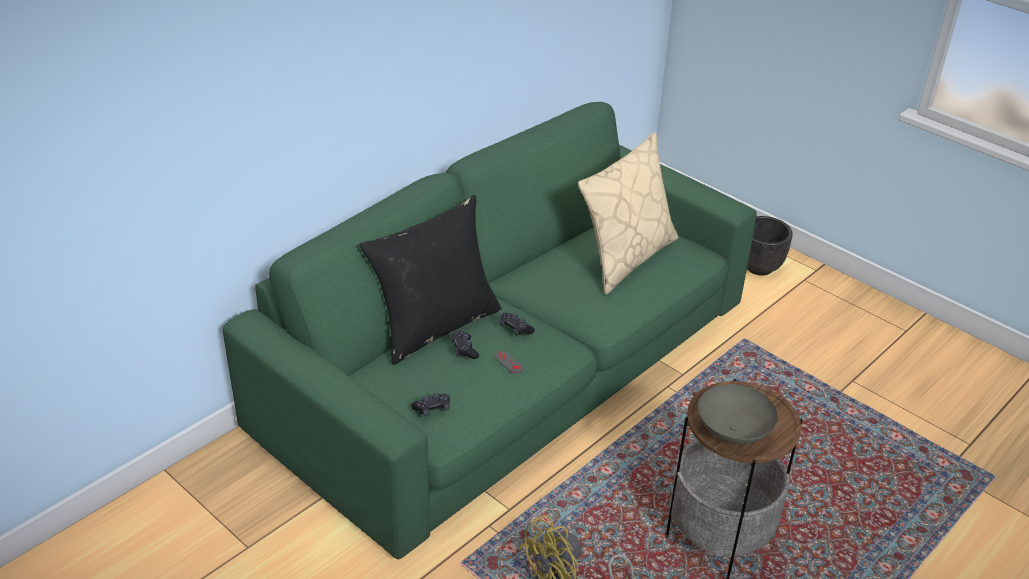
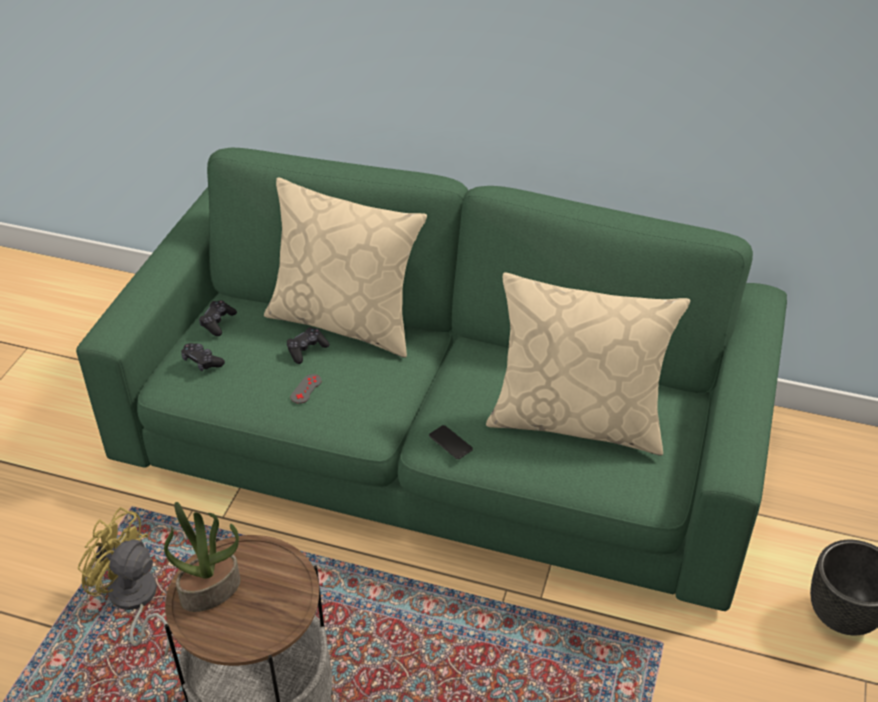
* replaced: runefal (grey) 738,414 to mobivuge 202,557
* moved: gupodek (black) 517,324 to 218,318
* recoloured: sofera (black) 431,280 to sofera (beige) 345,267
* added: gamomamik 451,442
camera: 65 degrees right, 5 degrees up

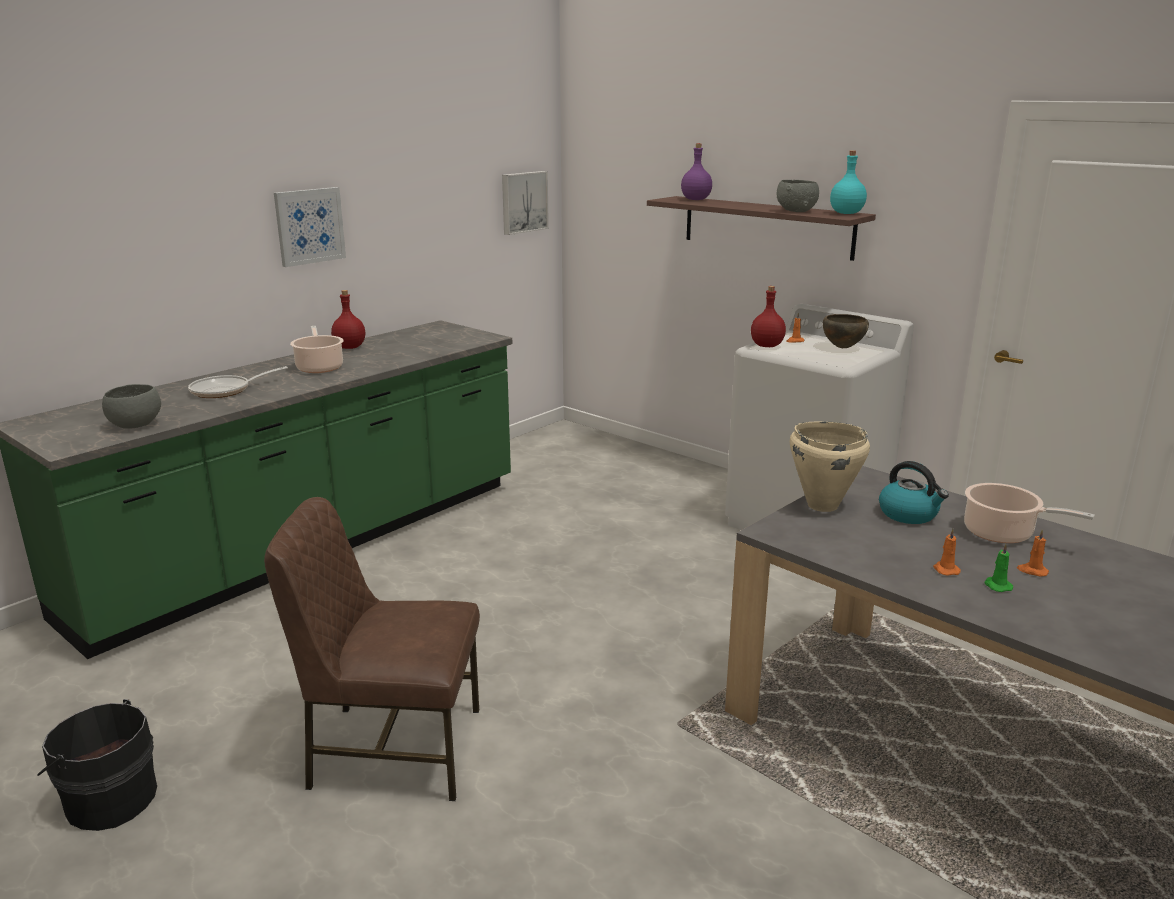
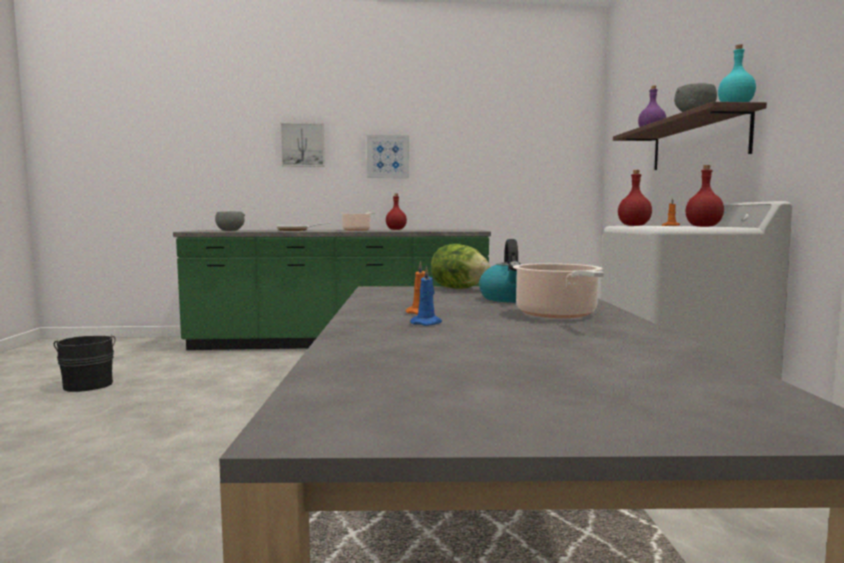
* moved: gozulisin 525,203 to 302,145
* recoloured: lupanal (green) 998,568 to lupanal (blue) 426,296
* replaced: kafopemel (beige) 830,467 to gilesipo 460,266
* replaced: runefal (brown) 846,331 to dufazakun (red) 704,196
* removed: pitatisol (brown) 372,649
* removed: lupanal (orange) 1033,553
camera: 45 degrees right, 15 degrees down

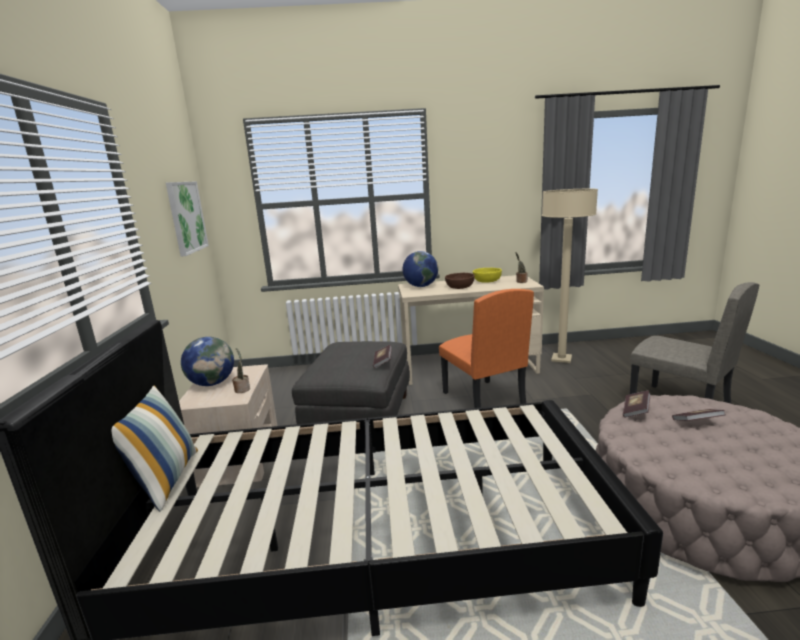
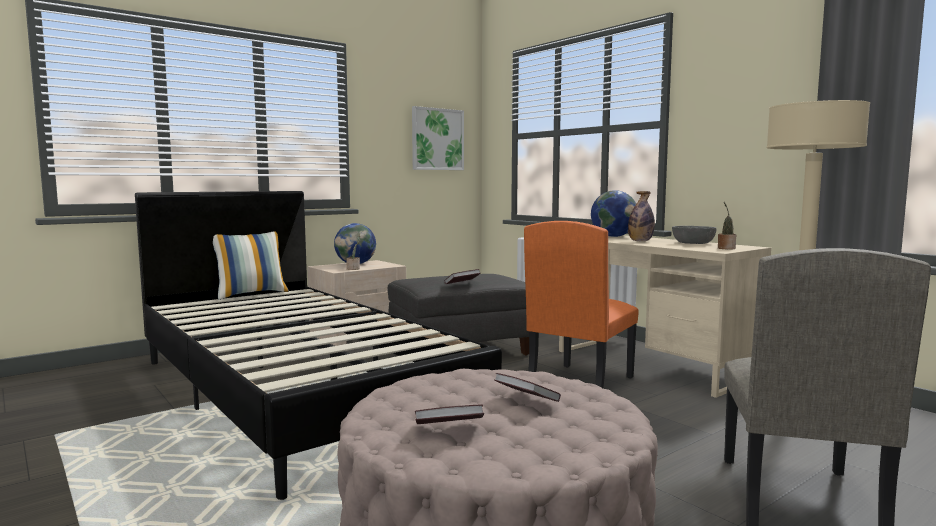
* moved: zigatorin 637,404 to 449,414
* replaced: runefal (brown) 460,281 to dufazakun 641,216
* recoloured: runefal (yellow) 487,275 to runefal (grey) 694,235
camera: 55 degrees right, 10 degrees down

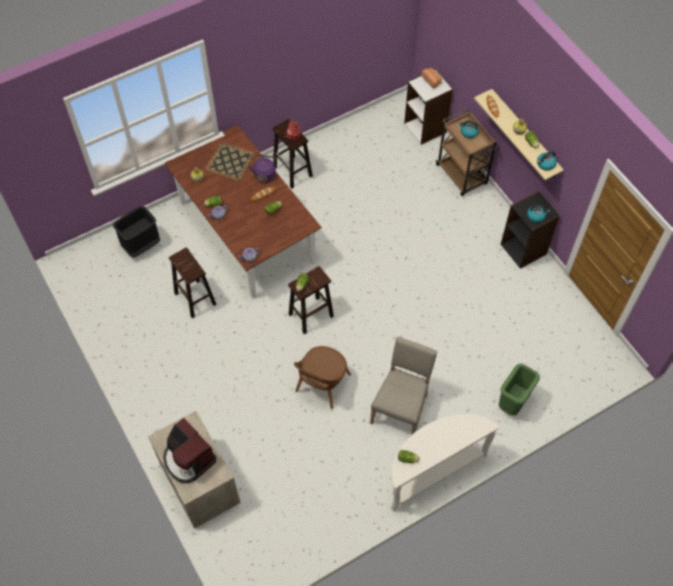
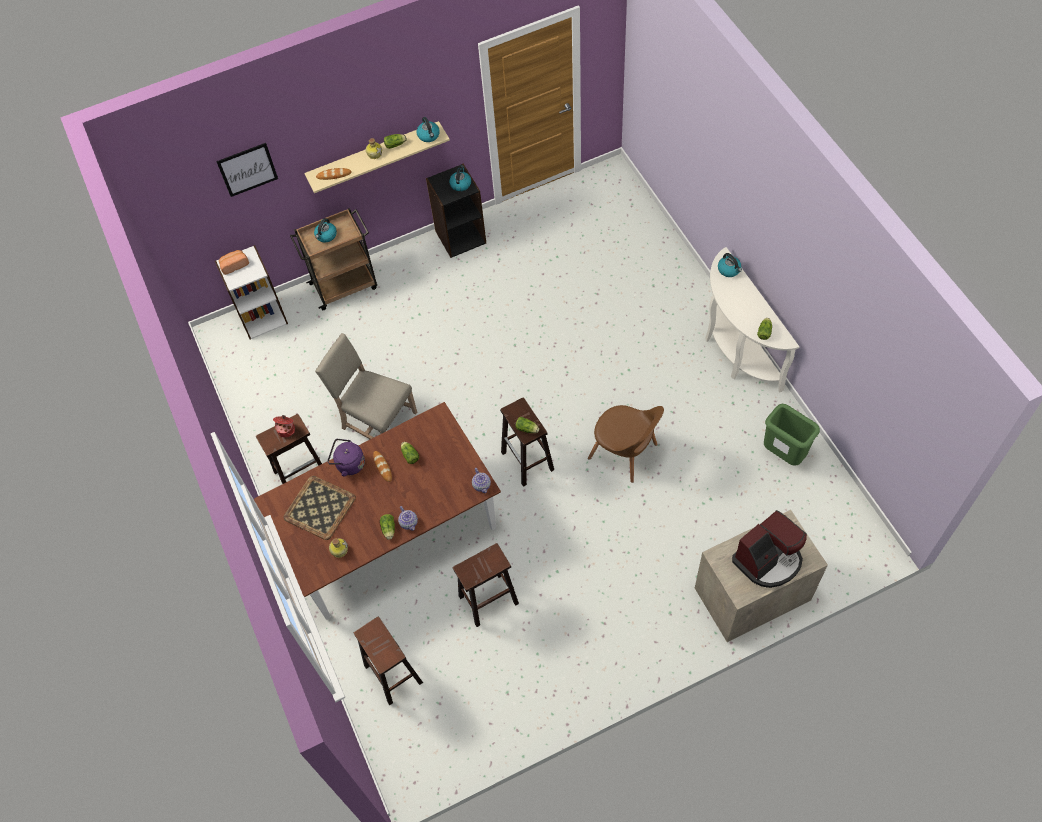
* added: gozulisin 247,170
* moved: pitatisol (beige) 403,386 to 366,386
* replaced: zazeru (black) 136,232 to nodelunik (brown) 388,660
* added: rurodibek 730,265
* moved: zazeru (green) 519,389 to 792,435
camera: 80 degrees left, 0 degrees up

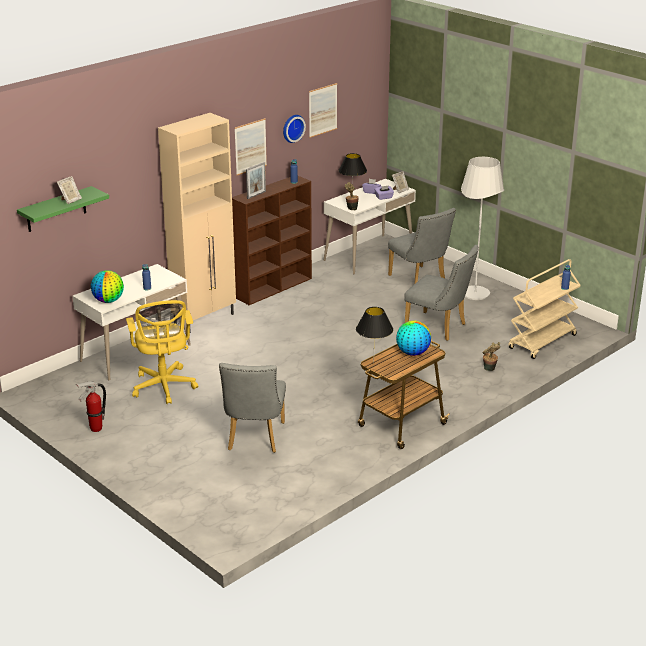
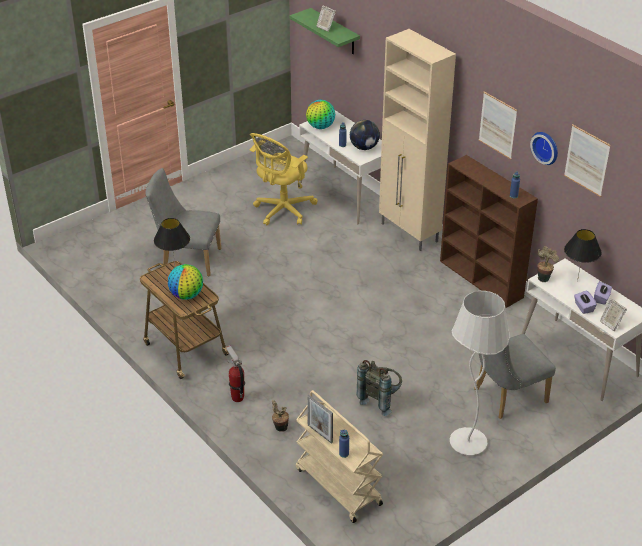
* moved: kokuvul 91,406 to 235,373
* turned: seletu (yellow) 162,352 = 284,179 45 degrees counterclockwise
* moved: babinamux 256,180 to 320,419
* added: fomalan 365,135
* replaced: pitatisol (grey) 441,293 to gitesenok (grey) 379,388
camera: 95 degrees right, 10 degrees up

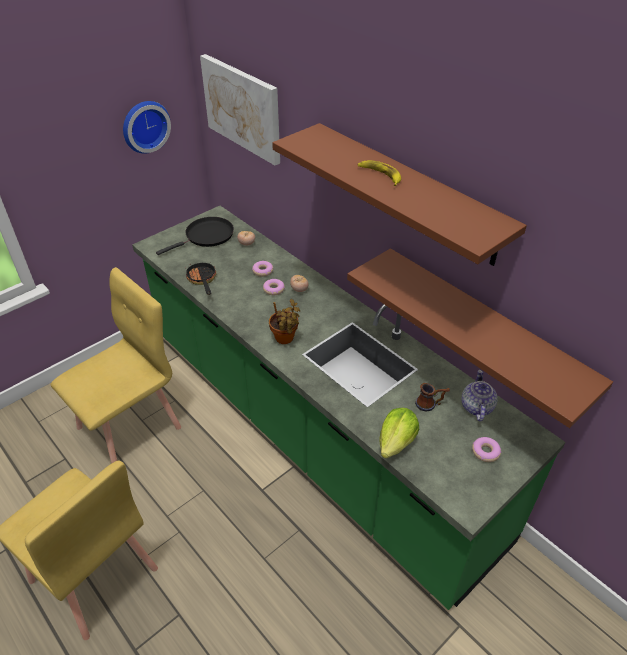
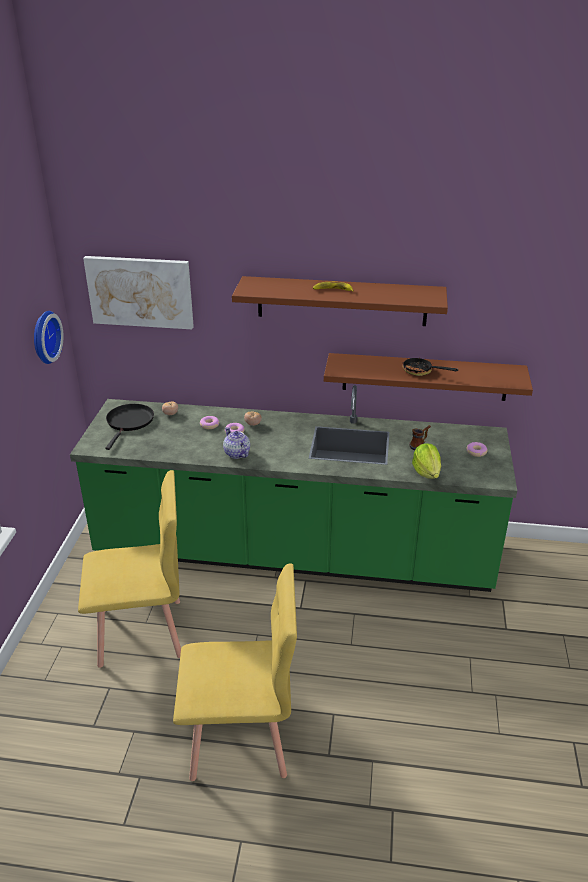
* turned: pitatisol (yellow) 116,365 = 129,569 75 degrees clockwise
* moved: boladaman 479,395 to 236,443
* moved: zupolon 201,279 to 430,366
* removed: mobivuge 284,321
camera: 40 degrees left, 10 degrees down

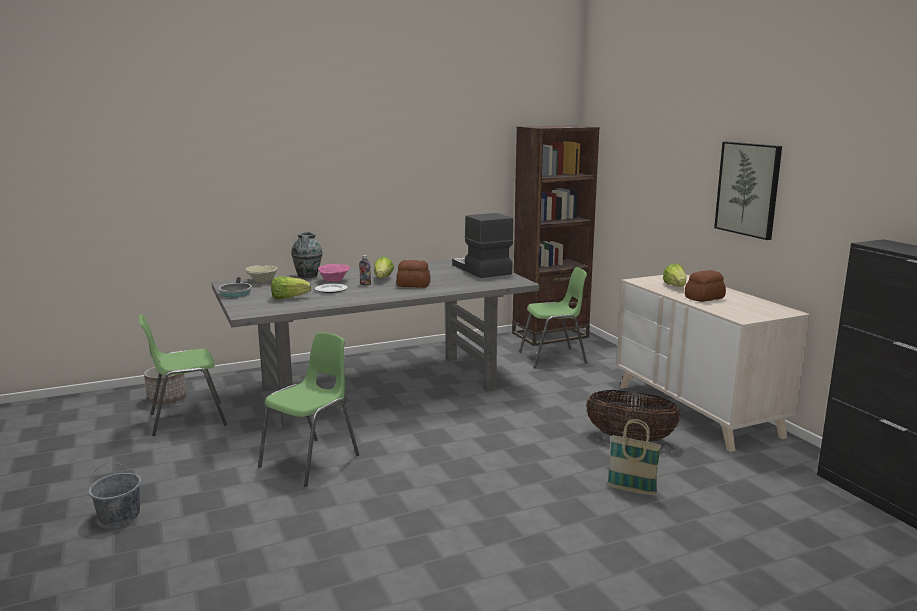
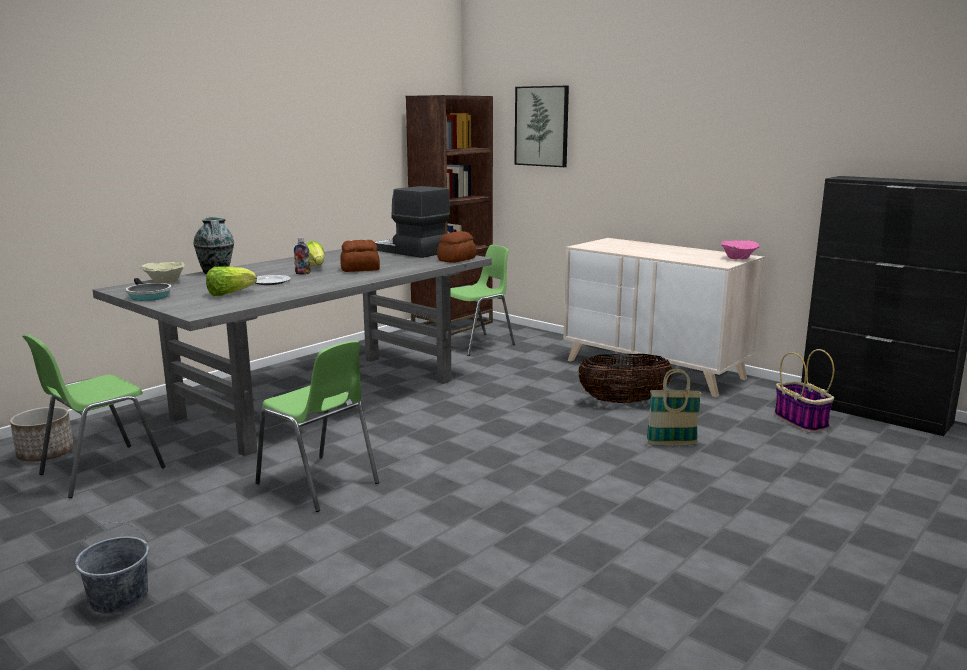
* turned: pitatisol (green) 309,409 = 317,426 120 degrees clockwise
* moved: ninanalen 705,286 to 456,247
* moved: gozulisin 748,191 to 541,126
* moved: runefal (pink) 334,273 to 740,250
* added: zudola 804,391
* removed: gilesipo 675,275
camera: 25 degrees left, 0 degrees up

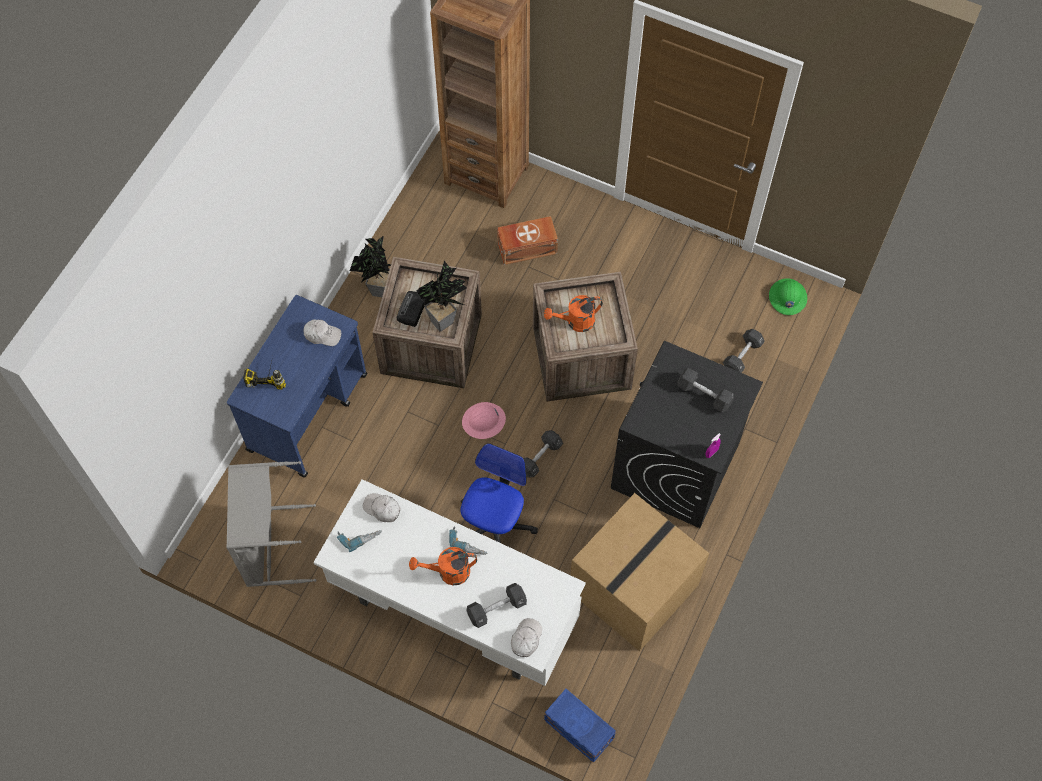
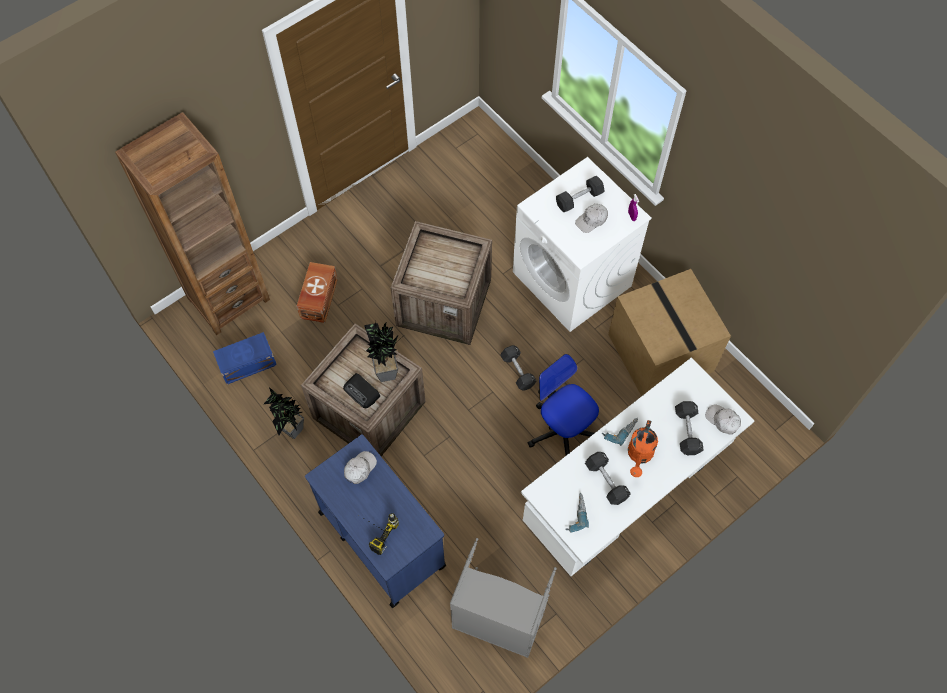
* moved: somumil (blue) 580,726 to 245,358
* recoloured: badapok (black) 687,434 to badapok (white) 582,244
* moved: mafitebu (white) 381,507 to 591,218
* moved: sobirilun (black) 744,351 to 608,478
* removed: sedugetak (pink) 484,420
* removed: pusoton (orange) 573,313
* removed: sedugetak (green) 788,296
camera: 65 degrees left, 0 degrees up

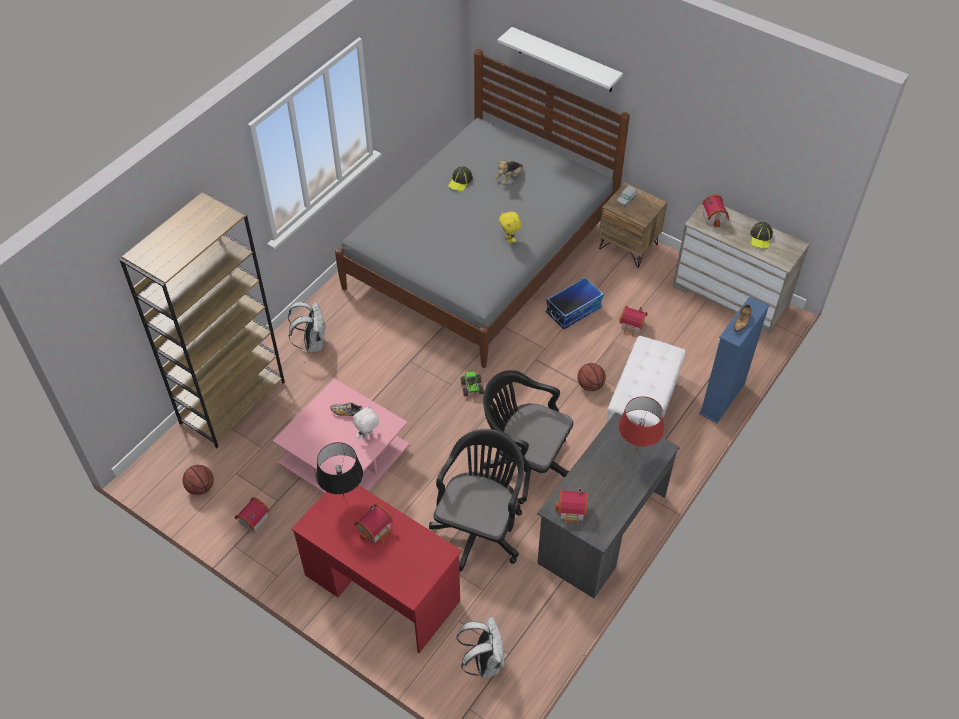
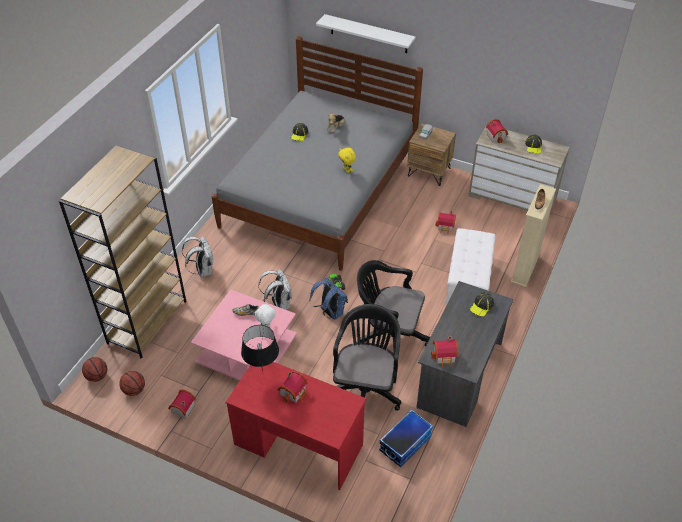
* moved: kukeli 591,377 to 94,369
* moved: gitesenok (white) 480,647 to 275,289
* added: gitesenok (blue) 329,299
* moved: somumil 575,303 to 406,438
* replaced: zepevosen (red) 641,423 to mafitebu 482,304
* recoloured: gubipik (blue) 734,359 to gubipik (beige) 533,235
camera: 10 degrees left, 5 degrees down

